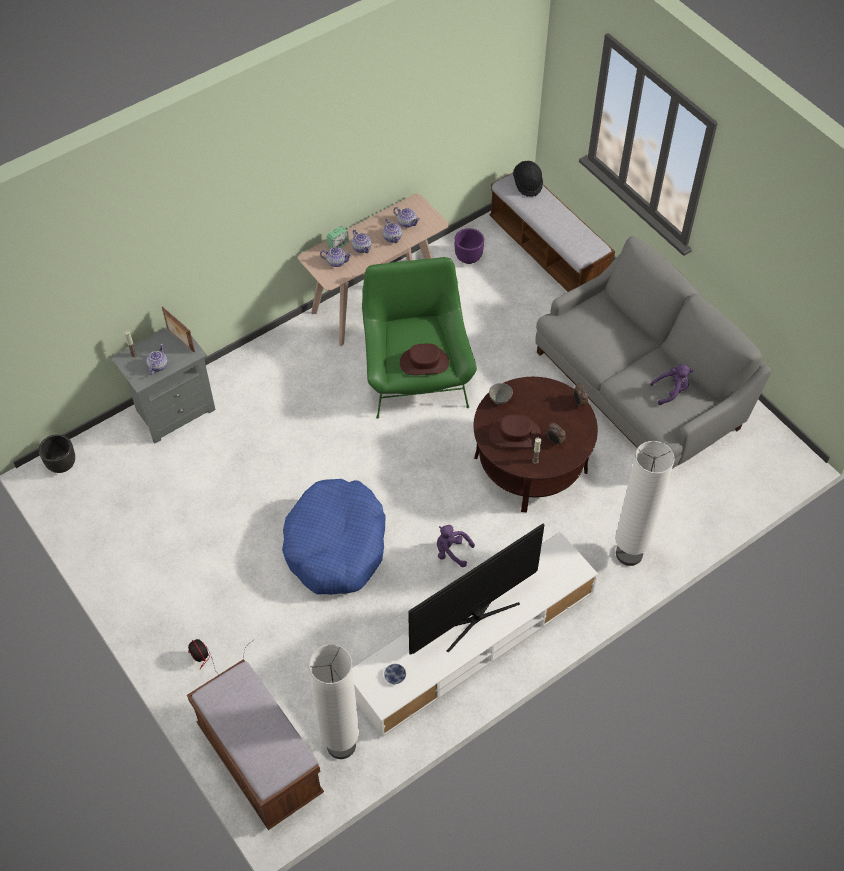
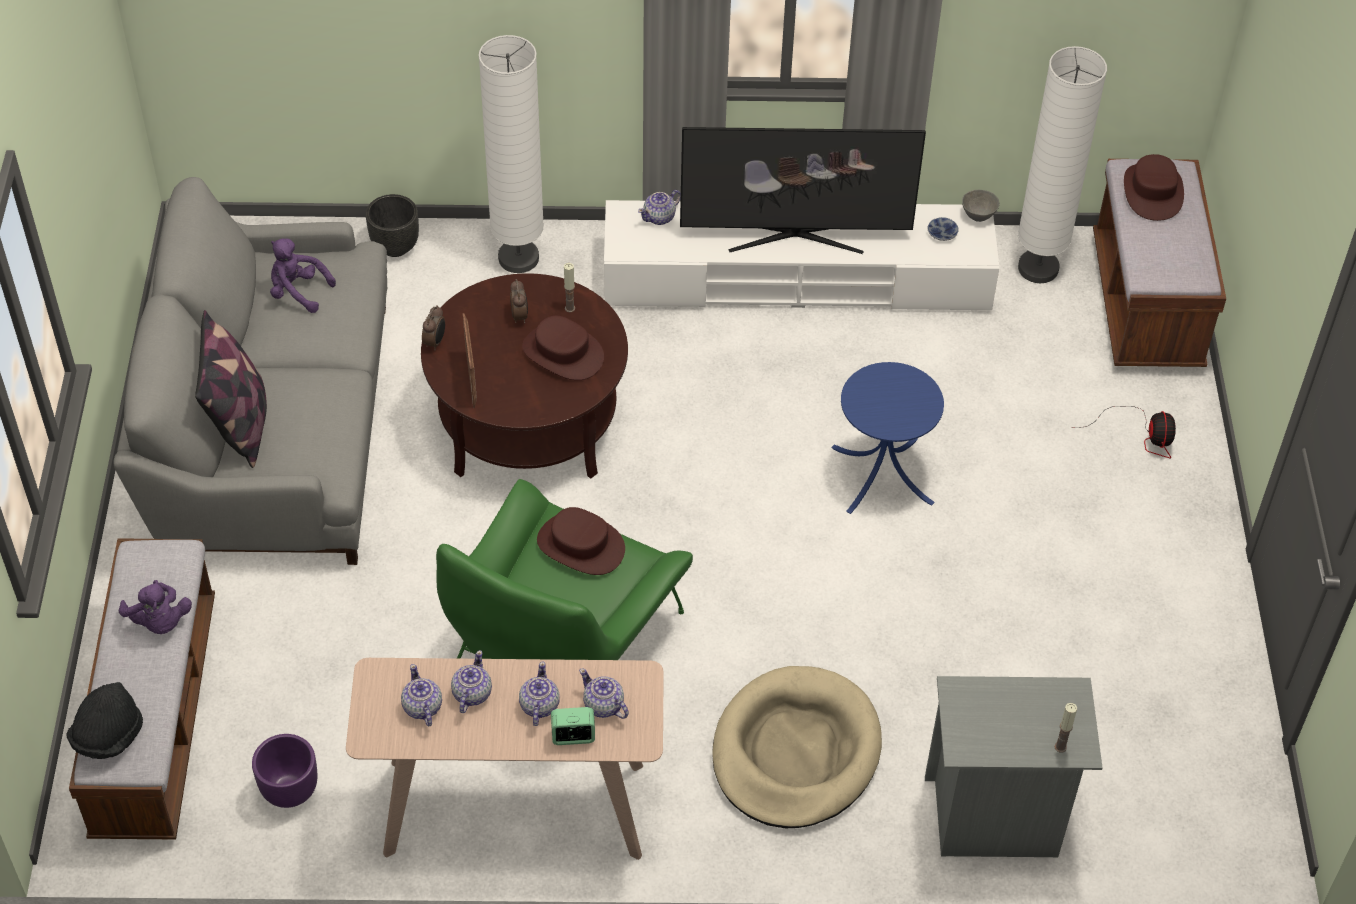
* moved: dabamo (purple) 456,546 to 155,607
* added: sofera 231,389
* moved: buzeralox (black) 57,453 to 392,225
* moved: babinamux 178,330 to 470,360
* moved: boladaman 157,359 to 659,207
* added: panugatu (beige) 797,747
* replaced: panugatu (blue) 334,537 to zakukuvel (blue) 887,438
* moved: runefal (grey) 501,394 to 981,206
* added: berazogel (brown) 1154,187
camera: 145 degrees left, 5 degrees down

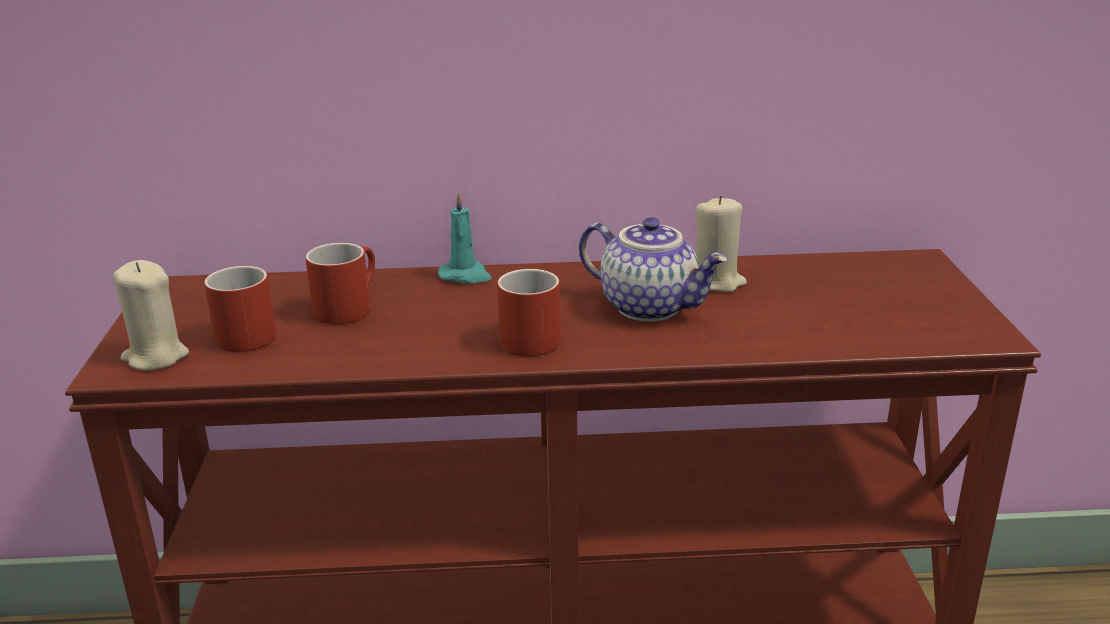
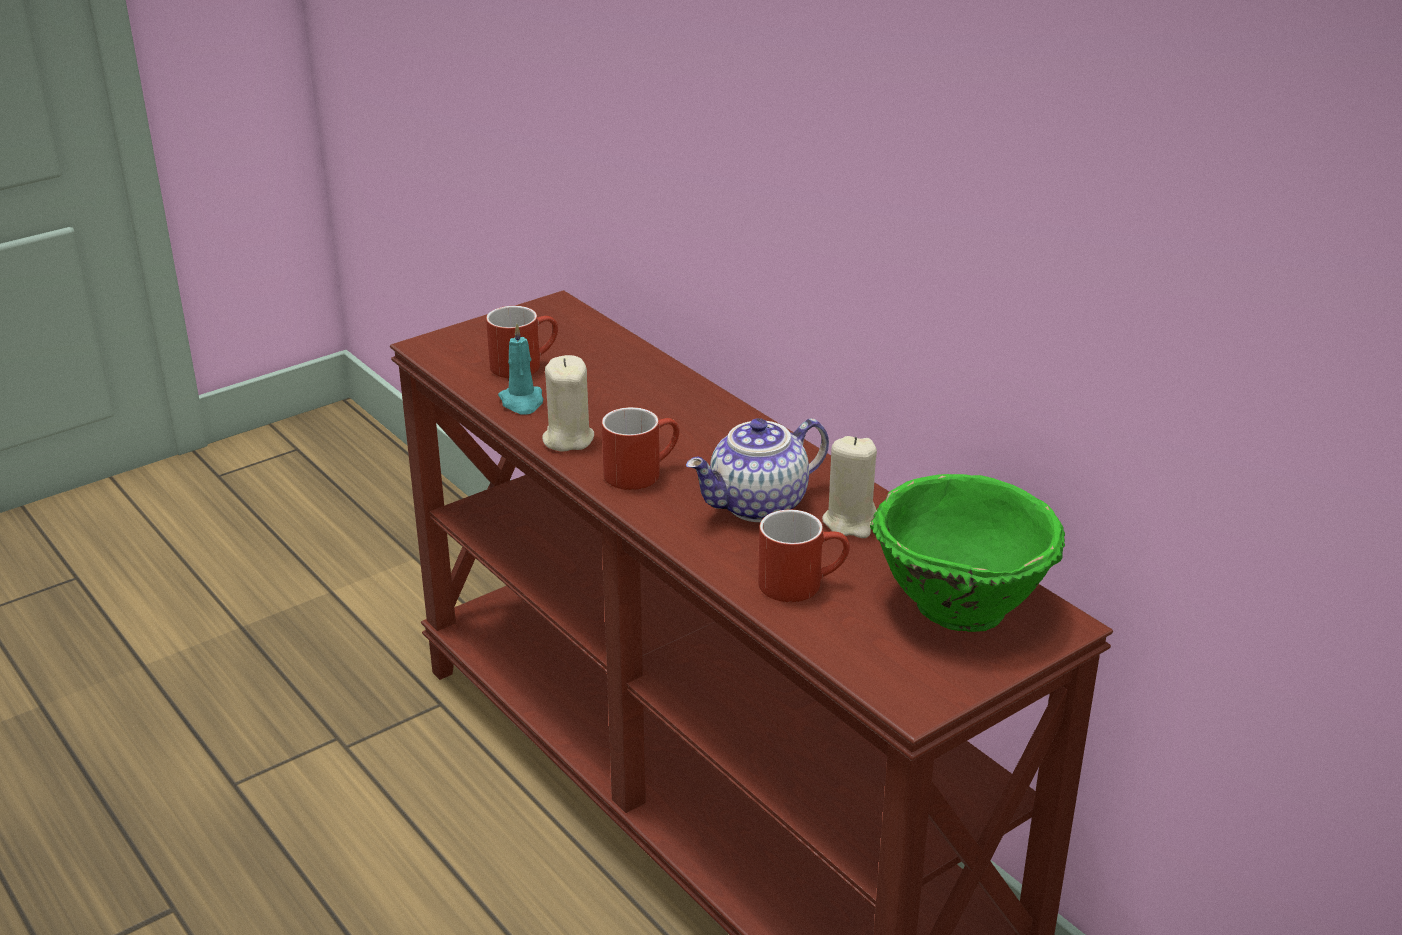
* moved: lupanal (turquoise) 465,237 to 520,369
* moved: lupanal (beige) 151,315 to 568,403
* turned: boladaman 653,269 = 757,470 60 degrees clockwise
* moved: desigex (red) 340,284 to 804,556
* added: runefal (green) 967,553
camera: 55 degrees right, 5 degrees up

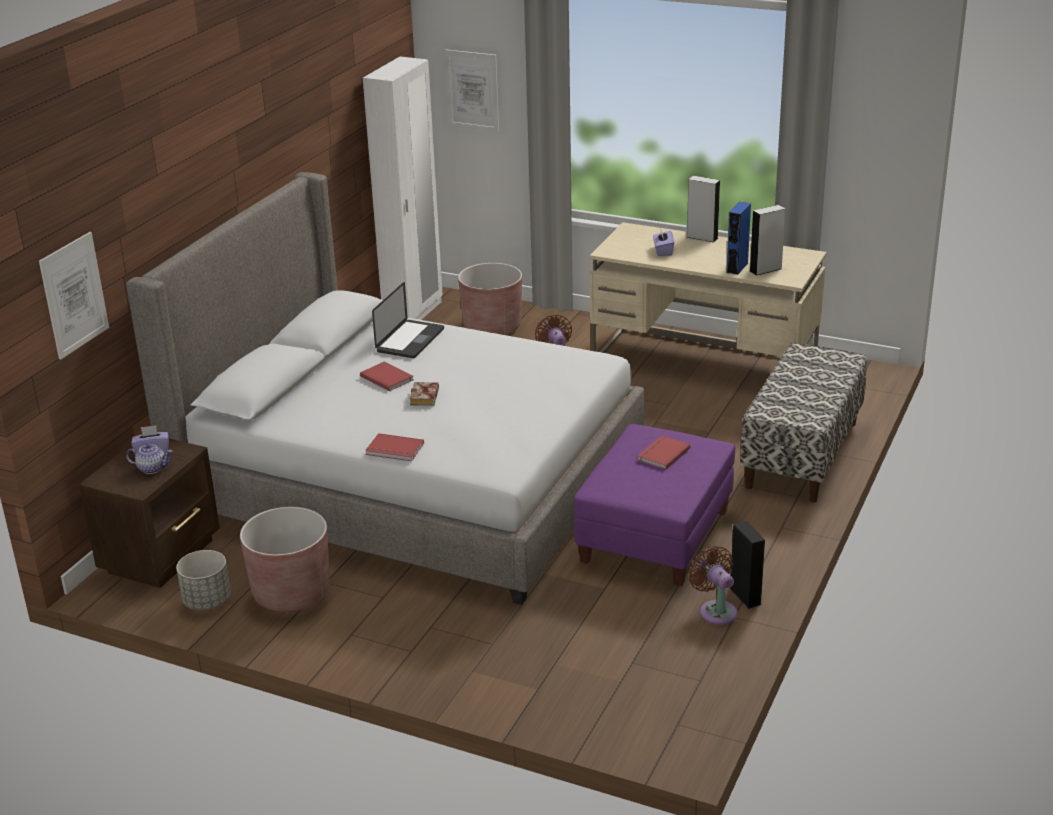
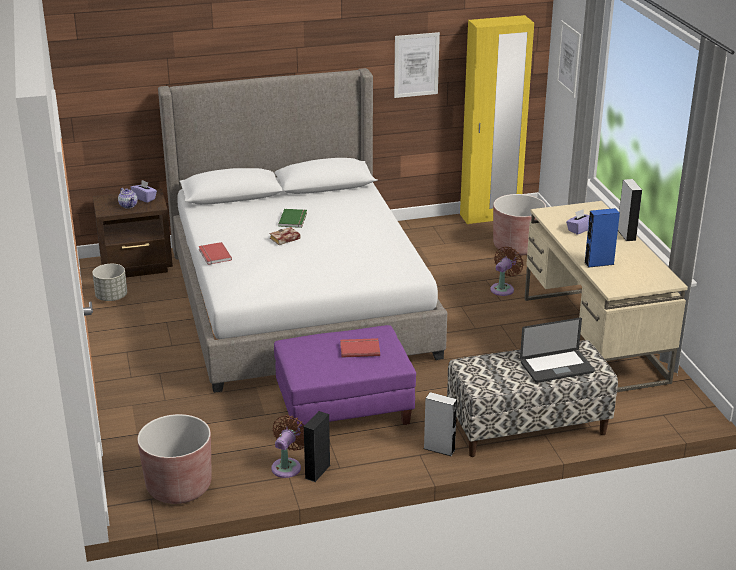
* moved: buzeralox (brown) 285,559 to 174,459
* recoloured: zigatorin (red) 386,376 to zigatorin (green) 292,218
* moved: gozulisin 74,295 to 417,65
* moved: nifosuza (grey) 767,240 to 440,424
* recoloured: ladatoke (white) 403,188 to ladatoke (yellow) 497,119
* moved: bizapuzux 408,320 to 557,350
camera: 50 degrees right, 0 degrees up

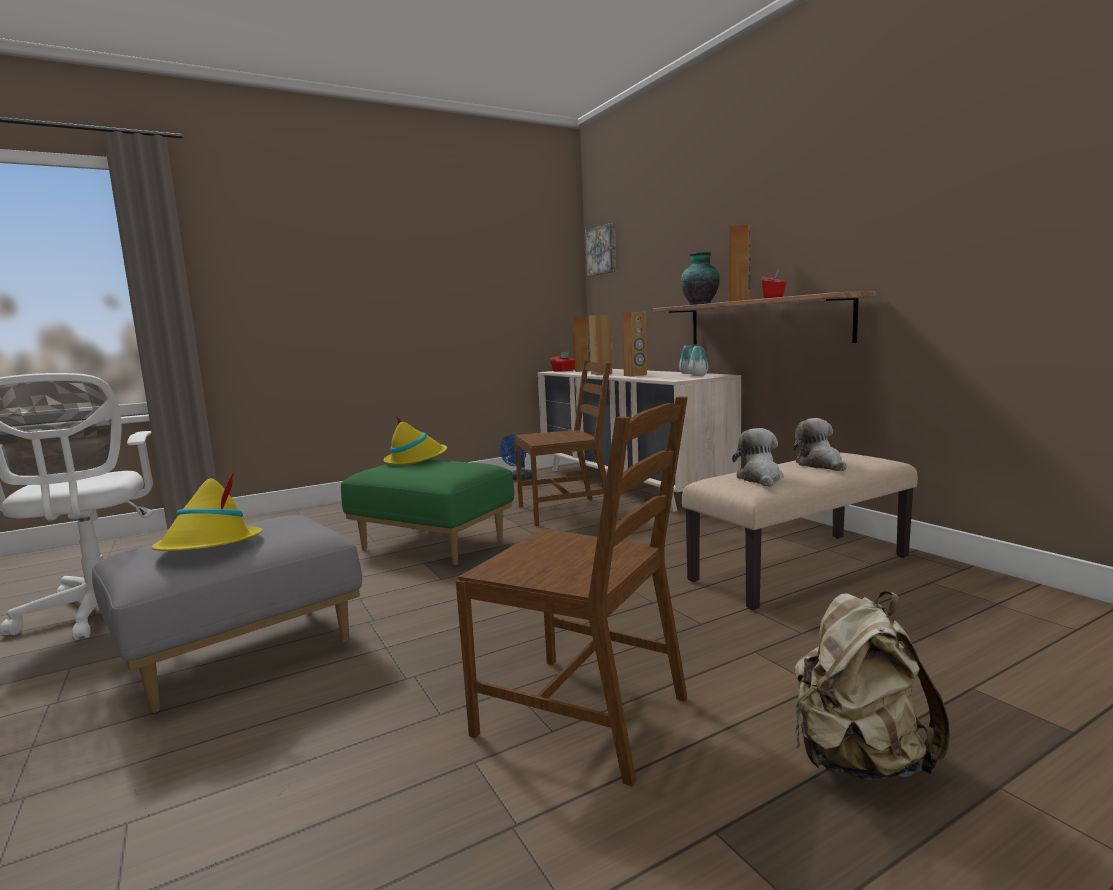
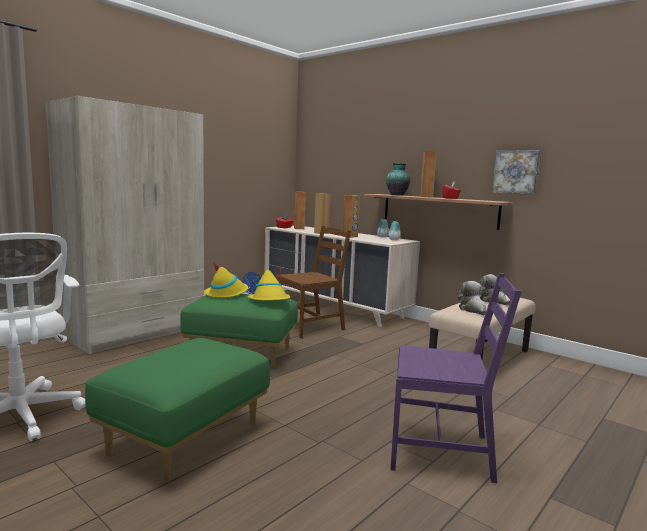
* added: ladatoke (beige) 125,225
* recoloured: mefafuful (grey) 227,614 to mefafuful (green) 177,410
* moved: berazogel (yellow) 207,510 to 269,284
* recoloured: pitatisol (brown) 572,591 to pitatisol (purple) 456,378
* moved: gozulisin 600,250 to 516,172
* removed: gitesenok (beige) 872,685
camera: 20 degrees left, 0 degrees up

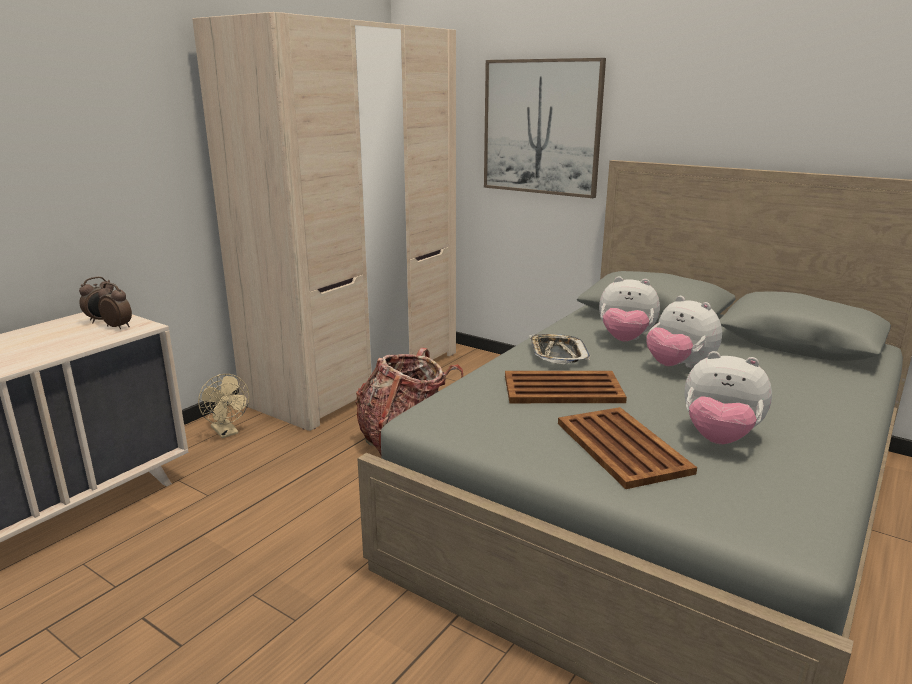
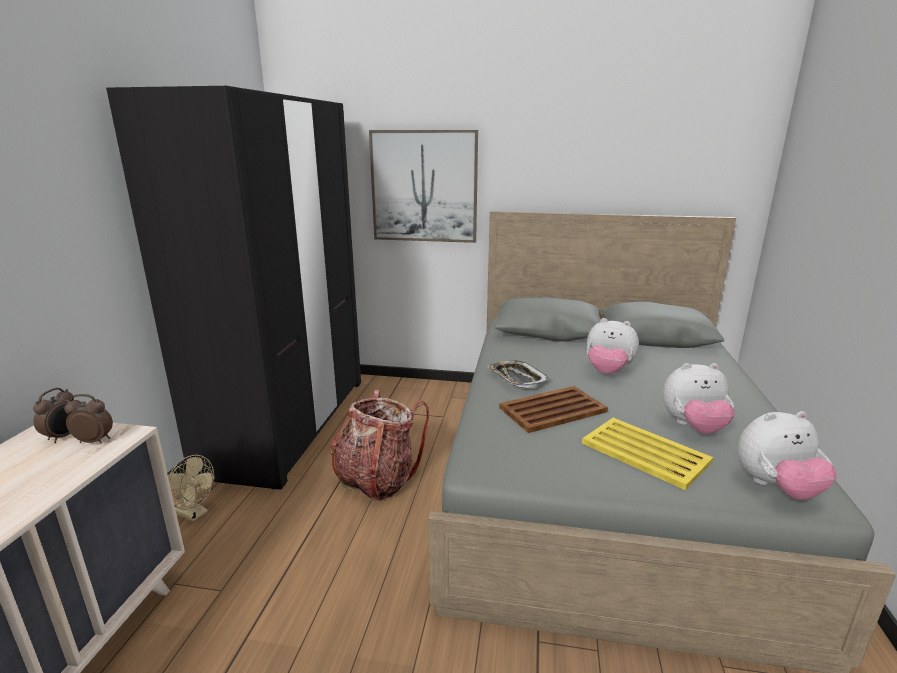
* recoloured: ladatoke (beige) 324,221 to ladatoke (black) 233,288
* recoloured: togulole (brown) 627,448 to togulole (yellow) 647,454
* moved: dabamo 629,308 to 787,455
camera: 25 degrees left, 0 degrees up

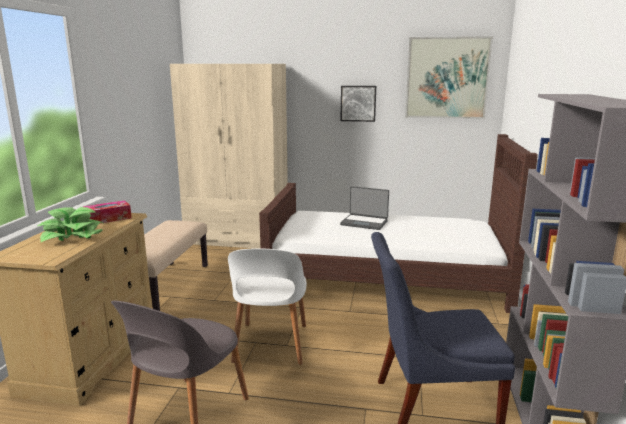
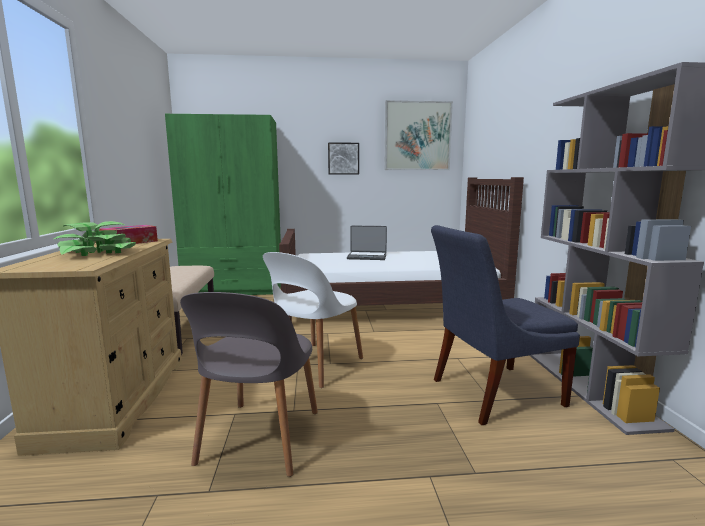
* recoloured: ladatoke (beige) 229,156 to ladatoke (green) 223,204
* turned: pitatisol (white) 267,306 = 313,320 45 degrees clockwise
camera: 15 degrees left, 5 degrees down

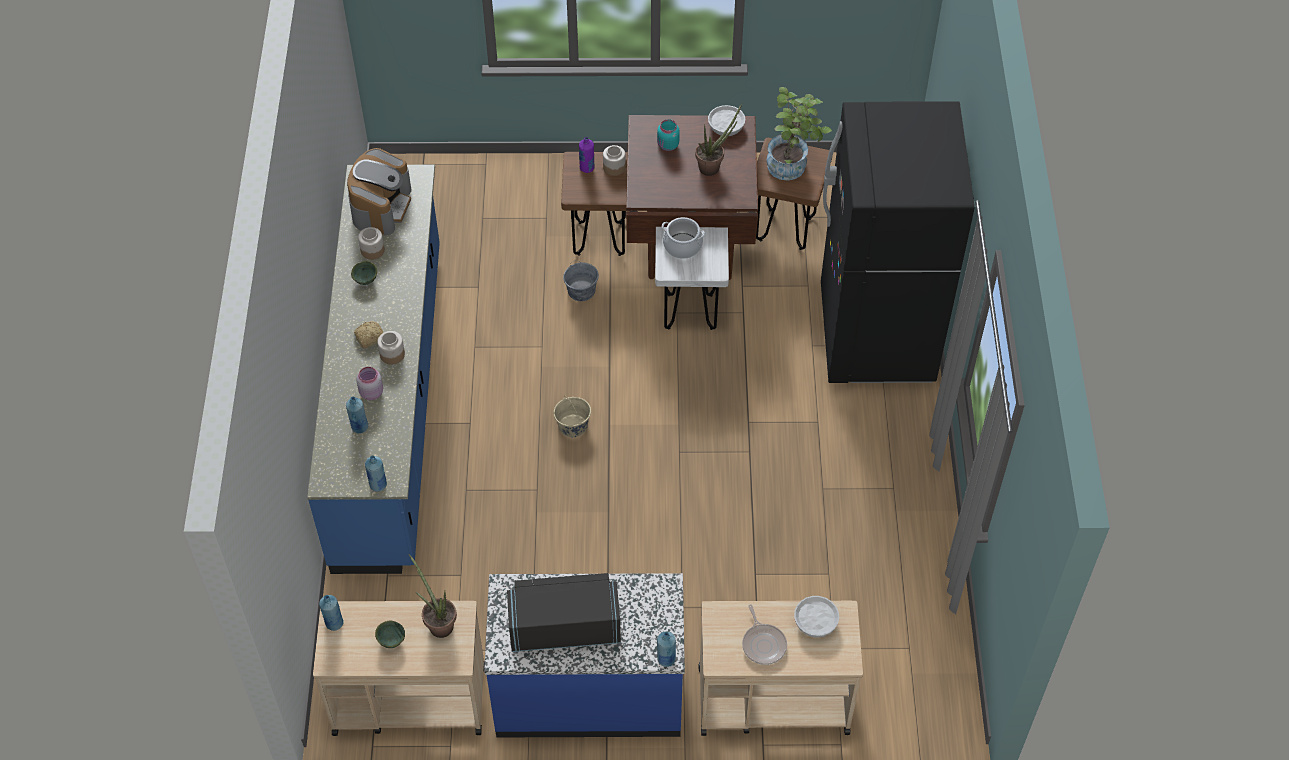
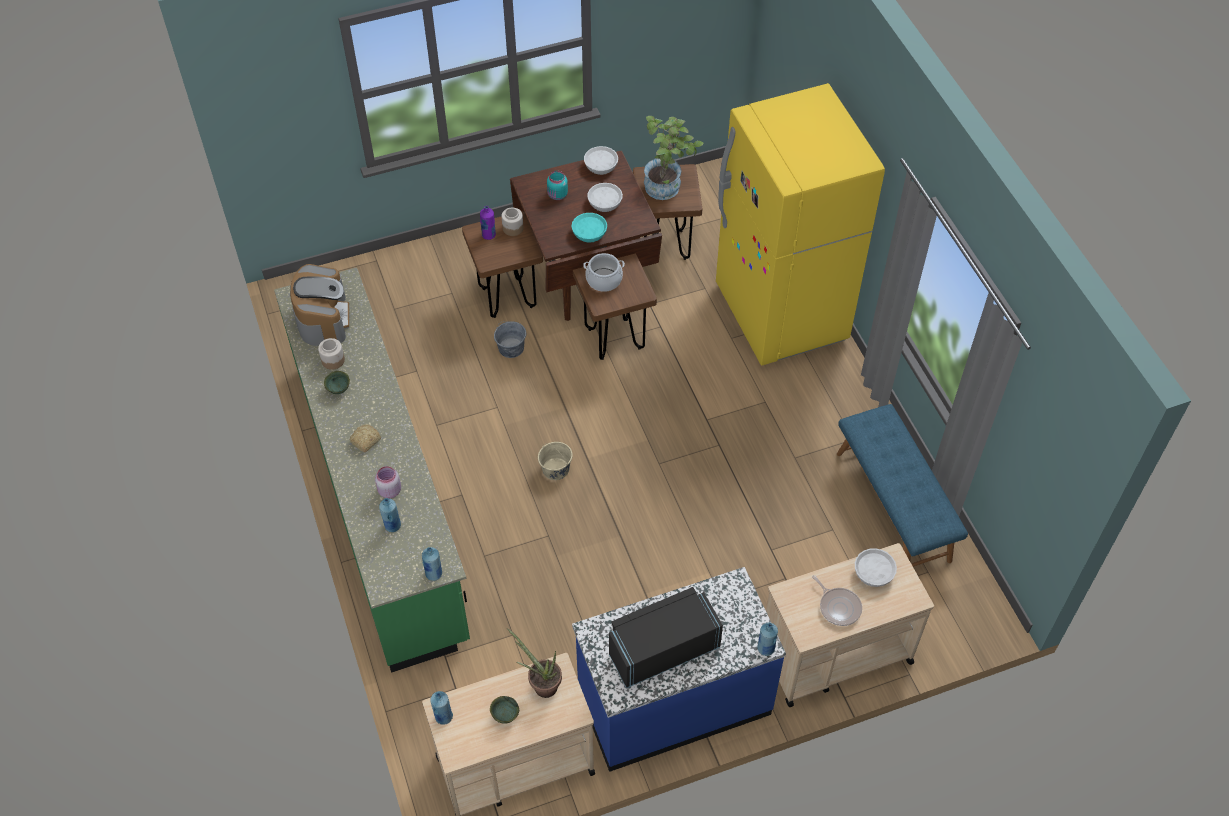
* recoloured: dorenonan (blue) 373,369 to dorenonan (green) 372,470
* added: runefal (turquoise) 589,228
* recoloured: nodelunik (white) 692,278 to nodelunik (brown) 615,306
* replaced: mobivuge 718,140 to runefal (white) 605,197
* recoloured: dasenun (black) 897,242 to dasenun (yellow) 800,224
* added: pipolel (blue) 902,485
* removed: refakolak 391,347
camera: 20 degrees left, 0 degrees up

